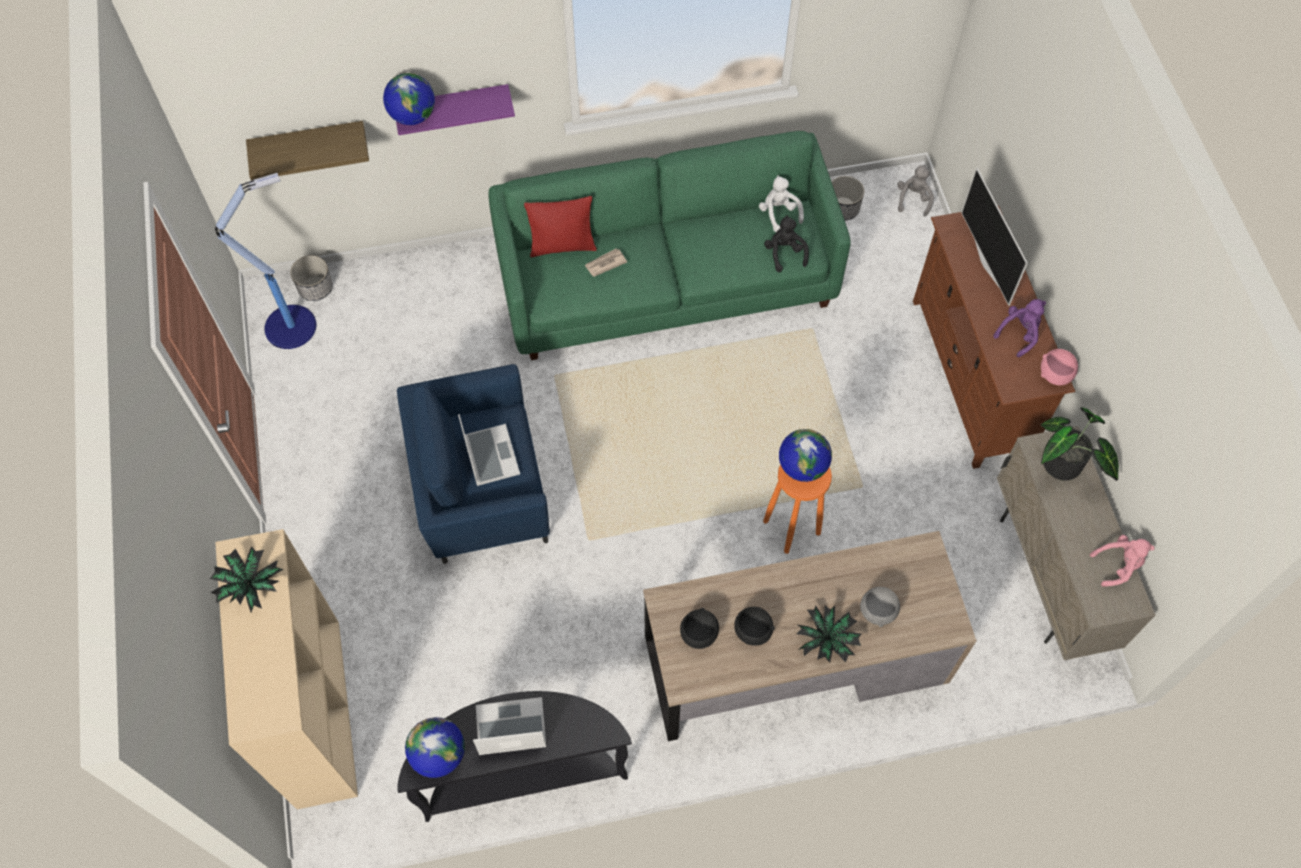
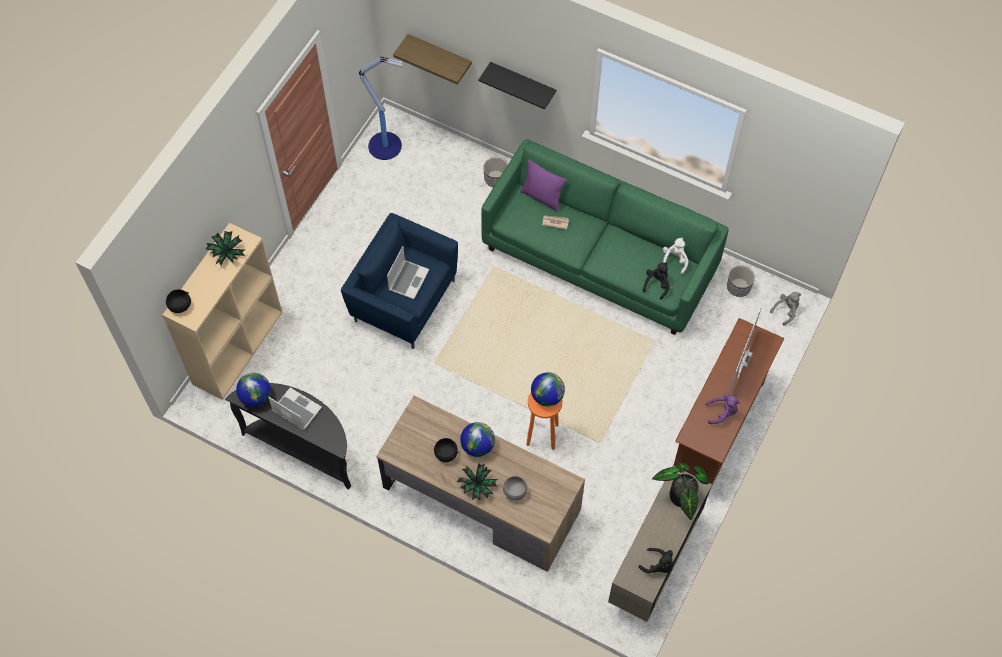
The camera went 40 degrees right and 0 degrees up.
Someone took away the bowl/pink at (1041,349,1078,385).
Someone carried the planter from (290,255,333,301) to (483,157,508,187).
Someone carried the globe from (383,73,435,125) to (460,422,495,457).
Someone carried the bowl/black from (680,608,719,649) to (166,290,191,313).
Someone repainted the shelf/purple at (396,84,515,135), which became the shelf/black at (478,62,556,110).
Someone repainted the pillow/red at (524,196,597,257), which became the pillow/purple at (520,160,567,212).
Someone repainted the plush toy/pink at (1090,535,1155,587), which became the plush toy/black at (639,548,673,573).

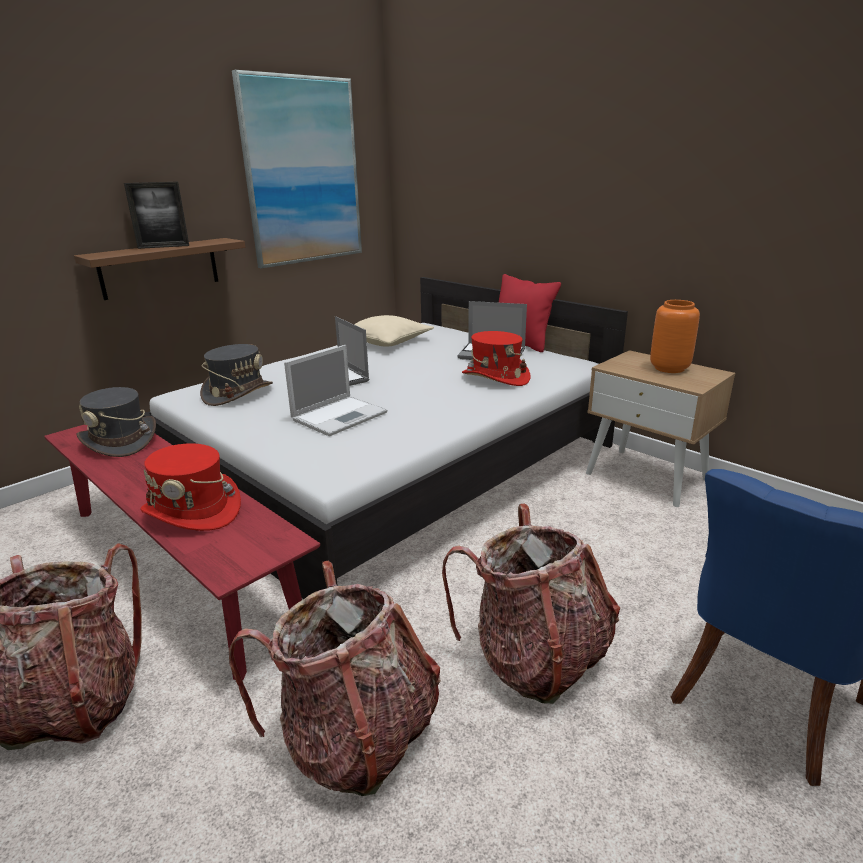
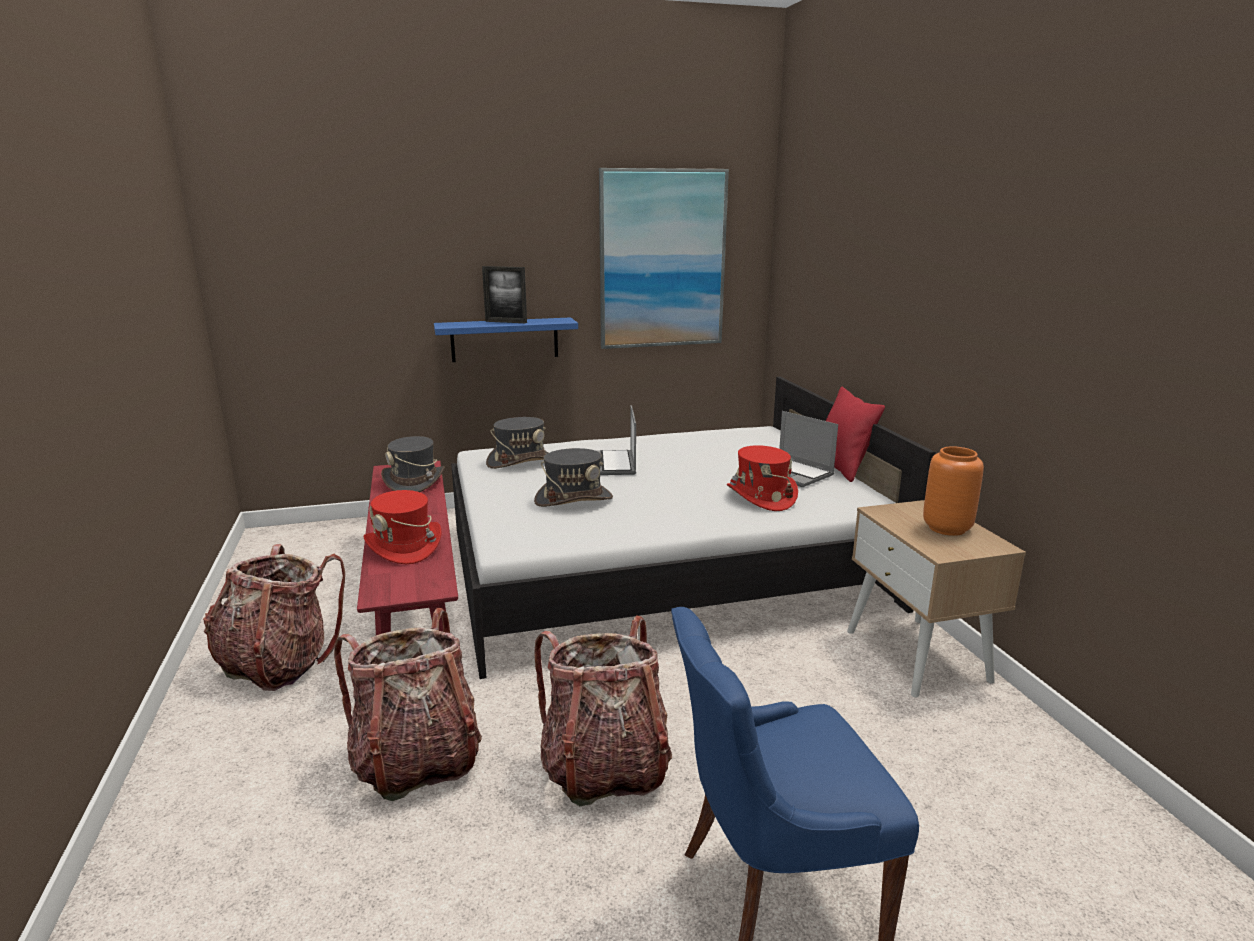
The camera went 30 degrees right and 5 degrees down.
Someone took away the pillow/beige at (354,315,434,347).
Someone swapped the laptop at (284,345,387,436) for the hat/grey at (534,448,613,507).
Someone repainted the shelf/brown at (74,238,245,300), which became the shelf/blue at (434,317,578,362).

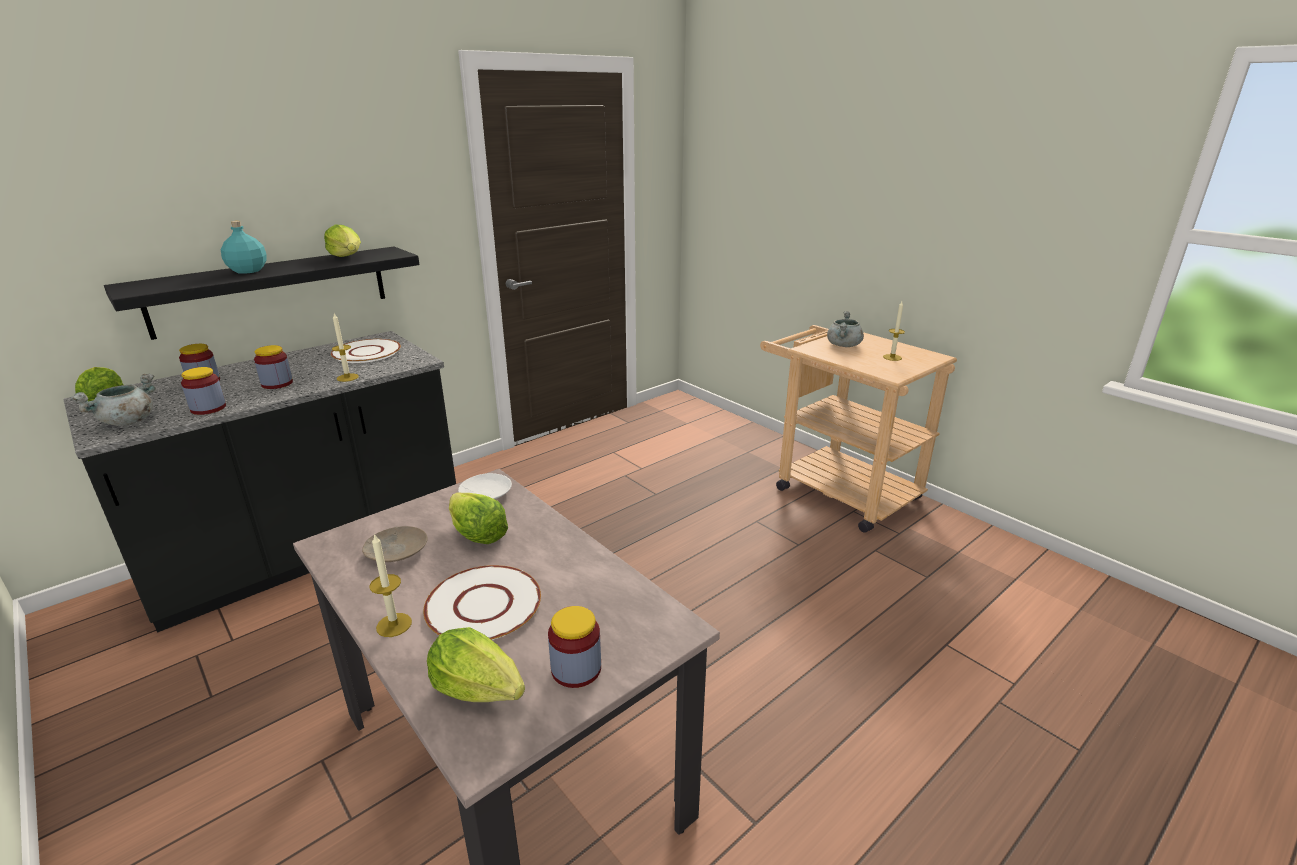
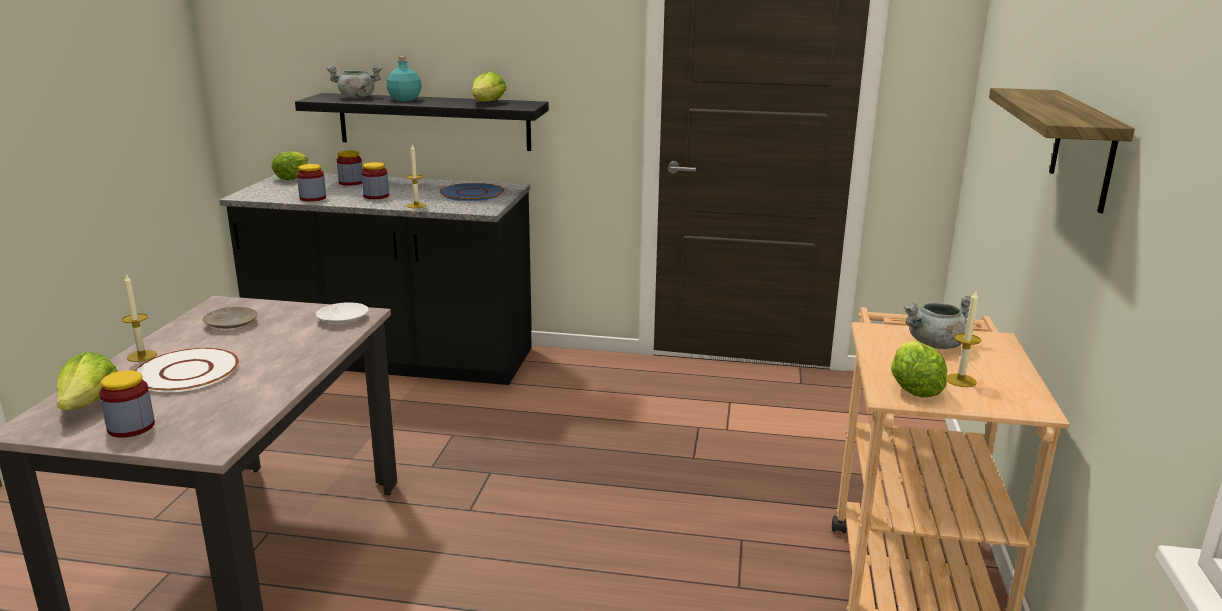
The camera went 50 degrees right and 5 degrees down.
Someone put up the shelf at (989,88,1135,213).
Someone carried the cooking pot/grey from (70,374,156,426) to (327,65,382,98).
Someone carried the lettuce from (449,493,508,544) to (891,341,947,398).
Someone repainted the plate/white at (331,339,401,363), which became the plate/blue at (440,183,504,201).

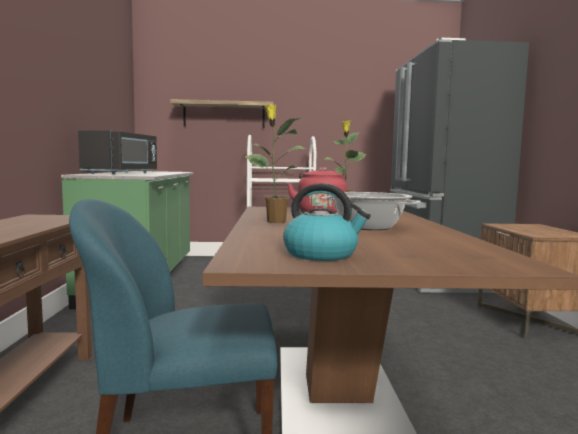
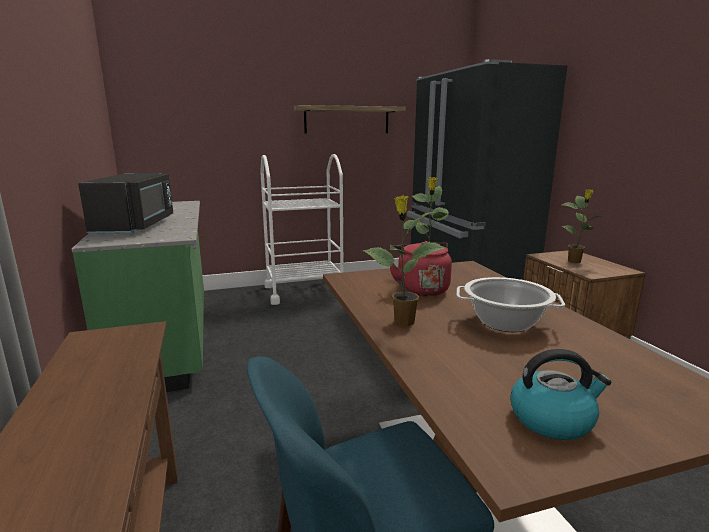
The camera went 15 degrees left and 10 degrees up.
Someone put down the potted plant at (562,189,604,263).
Someone carried the shelf from (170,99,274,128) to (294,105,406,133).

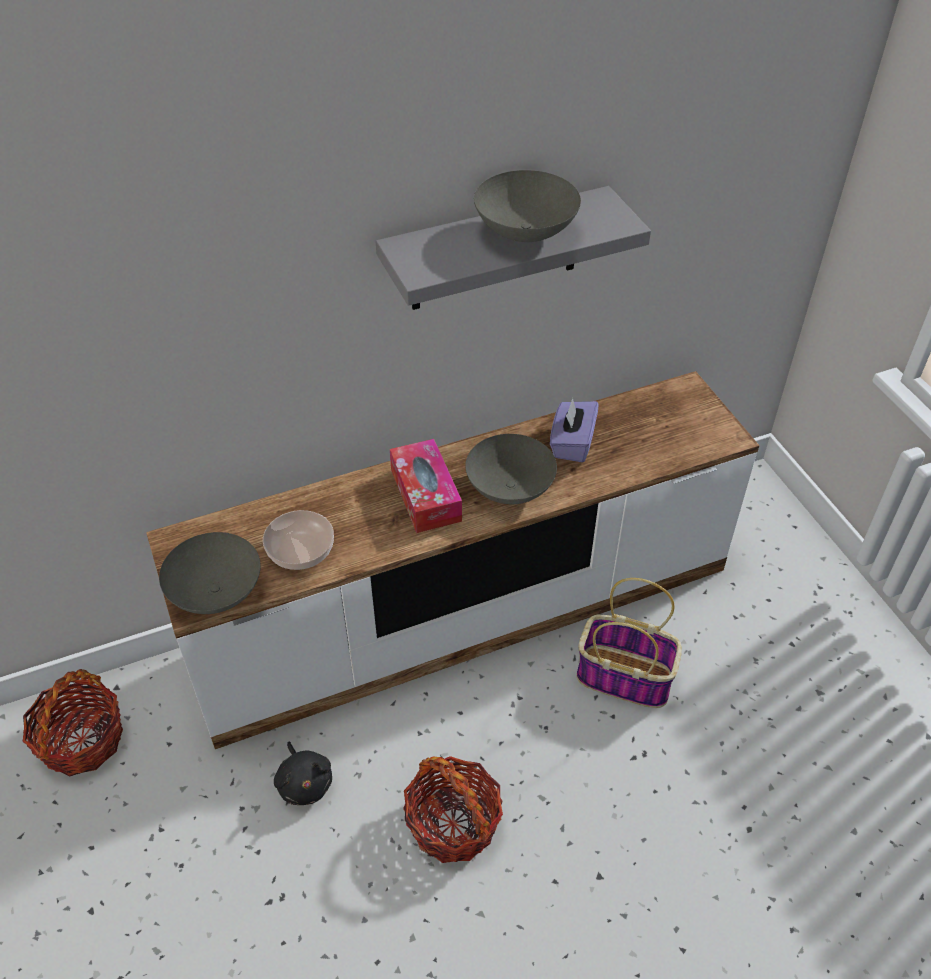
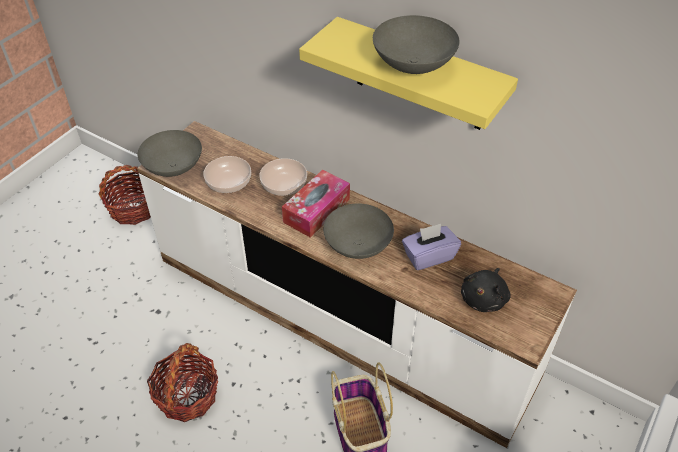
The camera went 55 degrees right and 0 degrees up.
Someone put down the bowl at (259,158,307,196).
Someone carried the plush toy/black from (274,742,332,805) to (461,268,511,312).
Someone repainted the shelf/grey at (376,186,651,310), which became the shelf/yellow at (299,17,518,130).

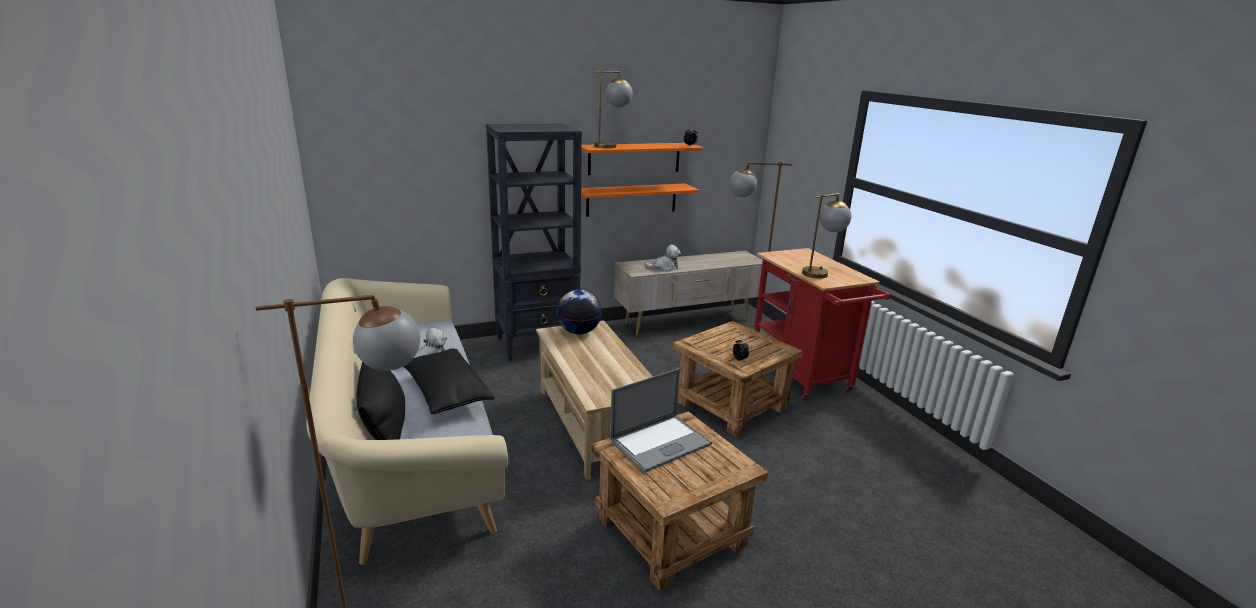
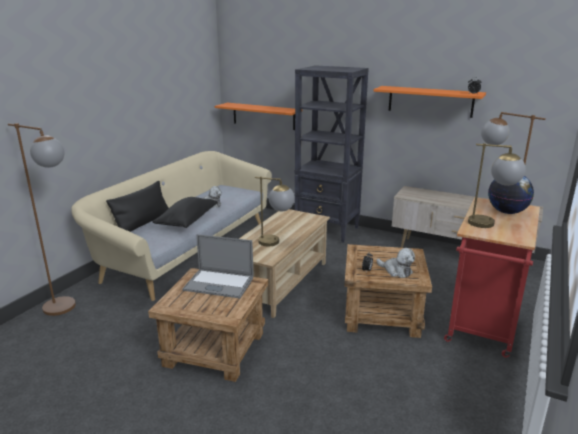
The camera went 50 degrees right and 0 degrees up.
Someone carried the globe from (557,290,602,334) to (488,176,534,214).
Someone carried the shelf/orange from (581,183,700,217) to (215,103,302,130).
Someone carried the table lamp from (594,70,633,148) to (255,176,295,246).
Someone carried the plush toy from (644,245,681,272) to (376,248,415,278).

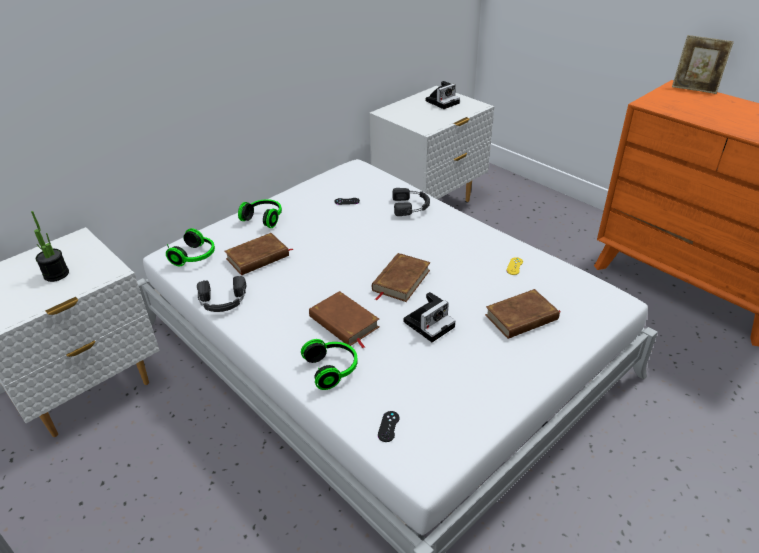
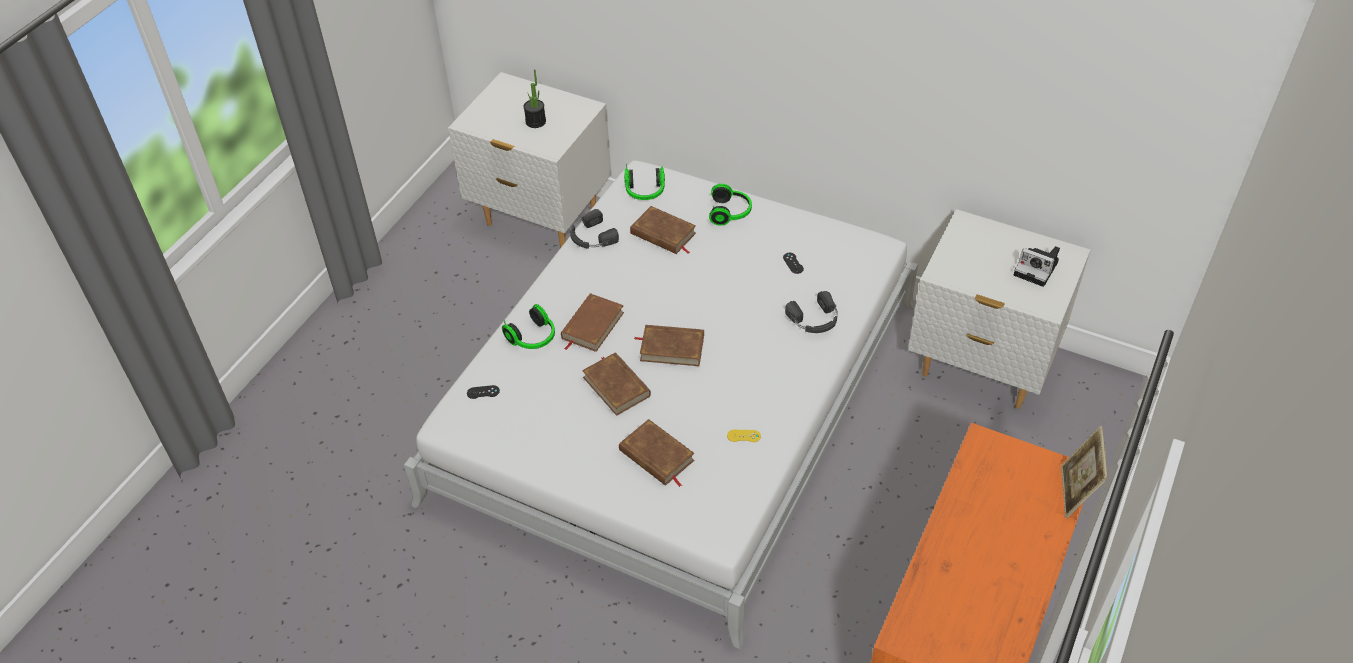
The camera went 70 degrees right and 10 degrees up.
Someone swapped the photo camera at (404,292,456,342) for the book/brown at (582,352,651,416).

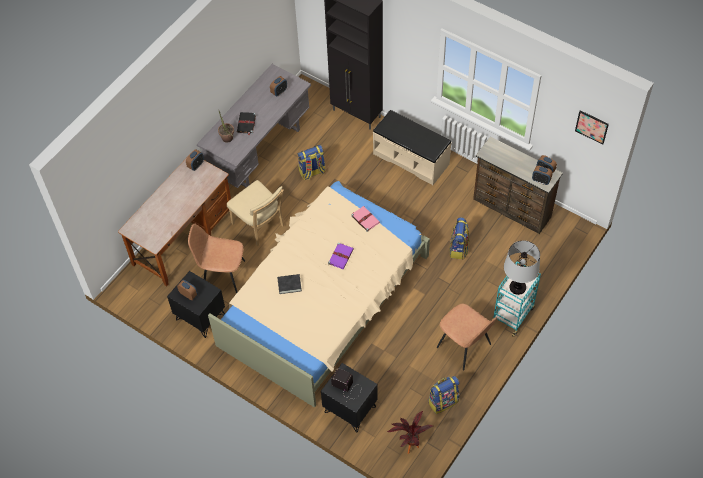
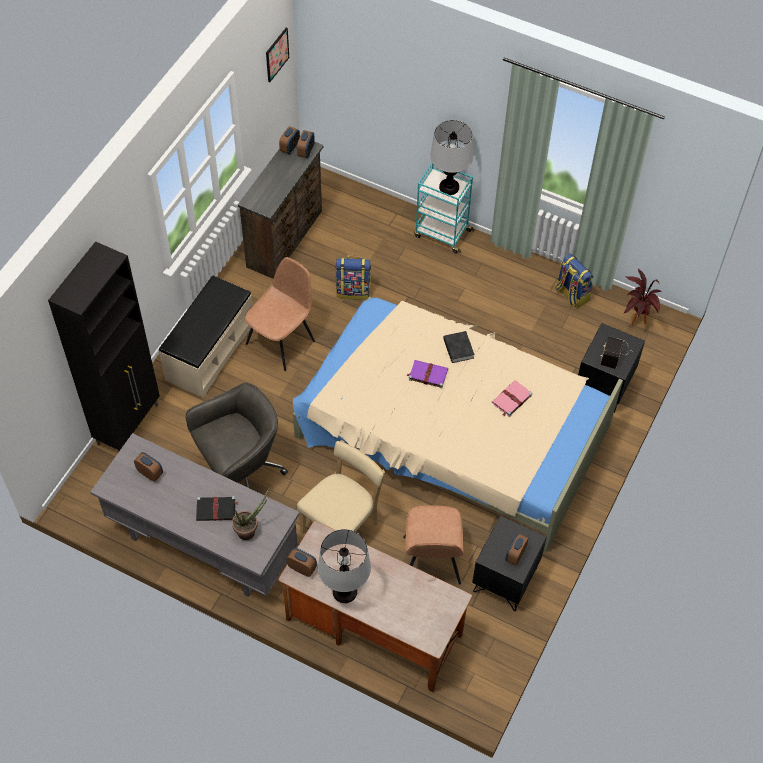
The camera went 100 degrees left and 0 degrees up.
Someone put down the table lamp at (318,529,371,603).
Someone carried the book/black from (277,274,302,294) to (443,331,475,363).
Someone carried the book/pink from (351,206,380,232) to (492,380,532,417).
Someone carried the chair/brown from (437,303,497,370) to (245,257,315,371).
Someone swapped the backpack at (298,145,326,180) for the office chair/grey at (186,383,288,488).

